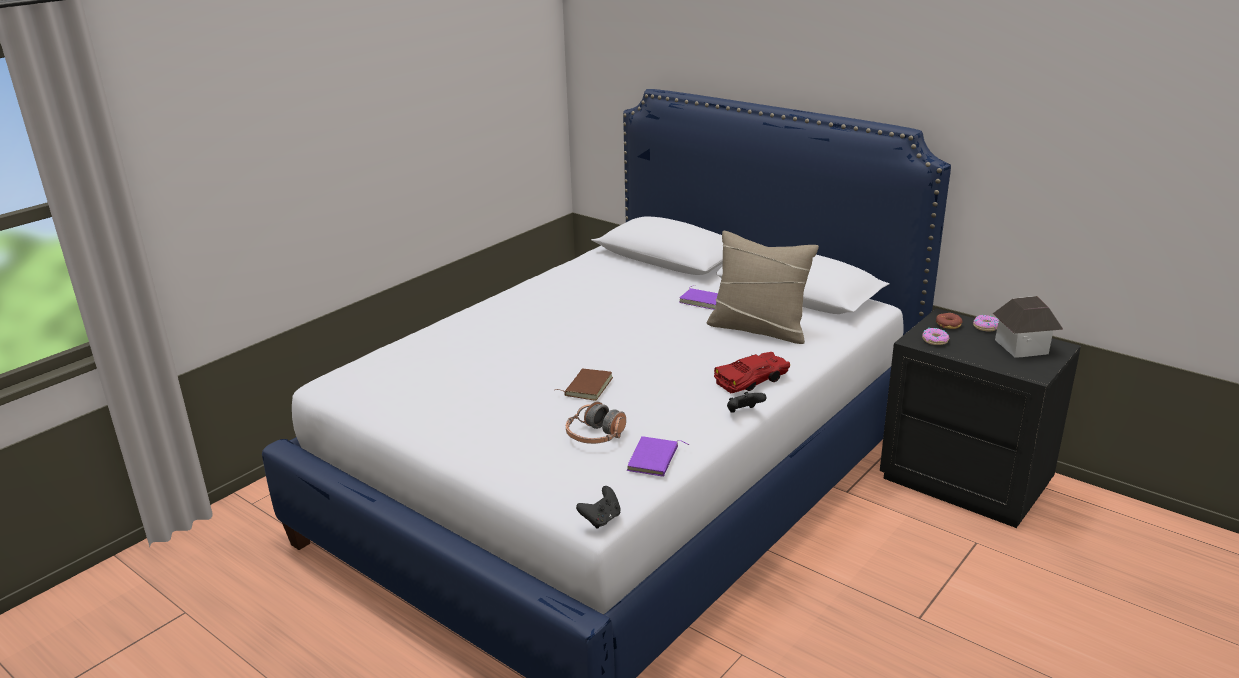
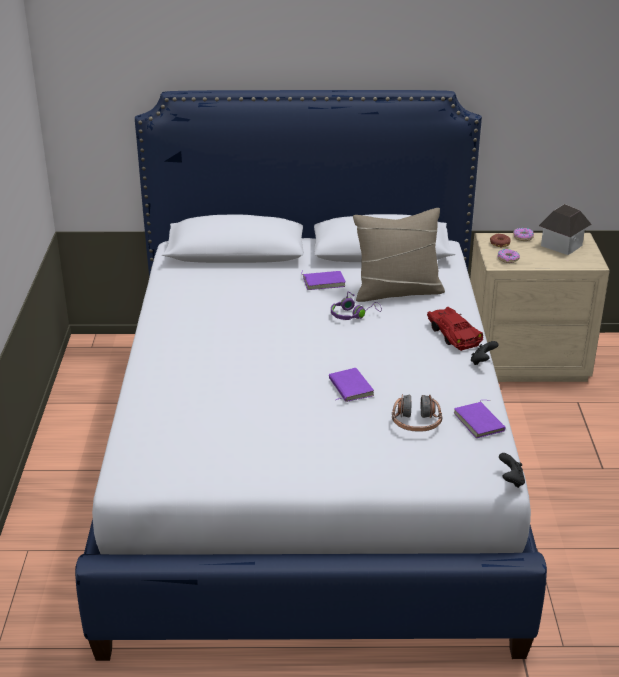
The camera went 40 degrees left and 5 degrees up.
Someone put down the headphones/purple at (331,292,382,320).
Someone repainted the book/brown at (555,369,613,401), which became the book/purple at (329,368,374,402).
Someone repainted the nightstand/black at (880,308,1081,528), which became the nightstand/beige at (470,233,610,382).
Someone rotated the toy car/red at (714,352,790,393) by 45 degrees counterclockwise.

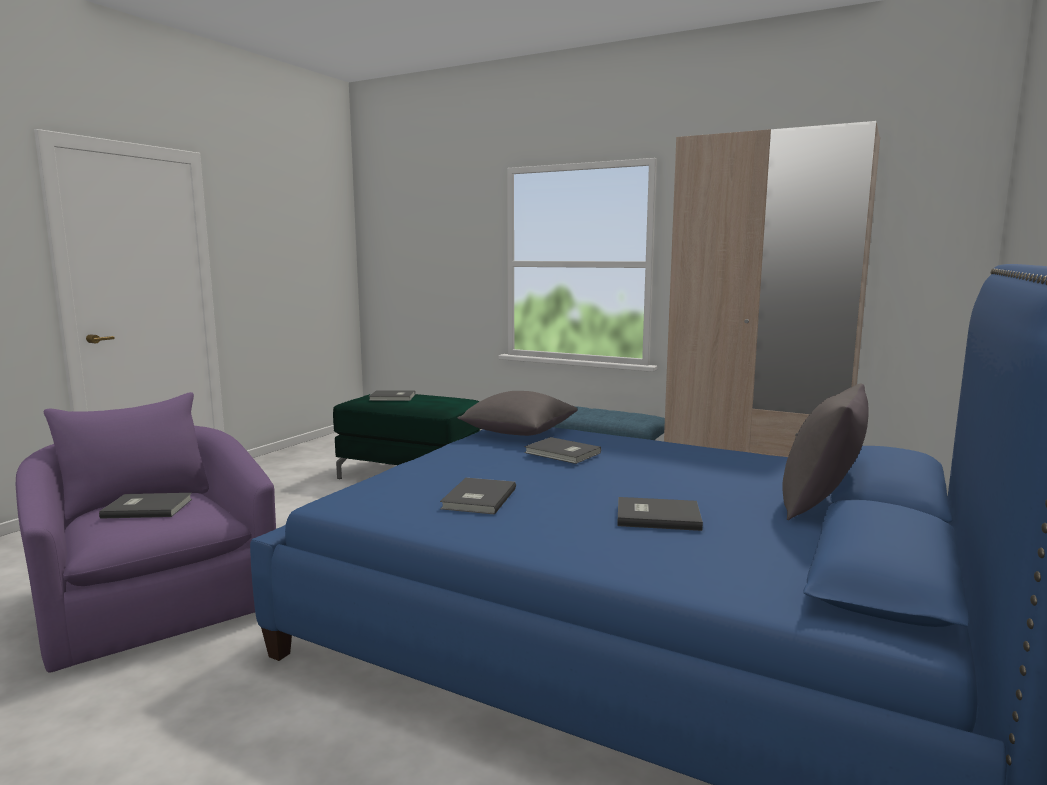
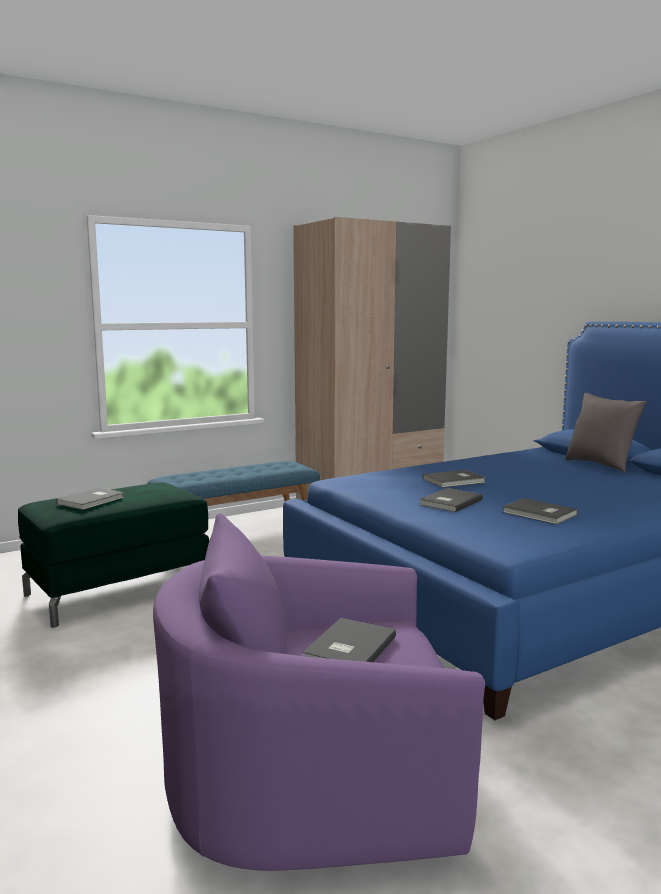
The camera went 60 degrees left and 0 degrees up.
Someone took away the pillow/grey at (457,391,577,436).
Someone carried the book/grey from (617,497,703,531) to (419,488,483,512).

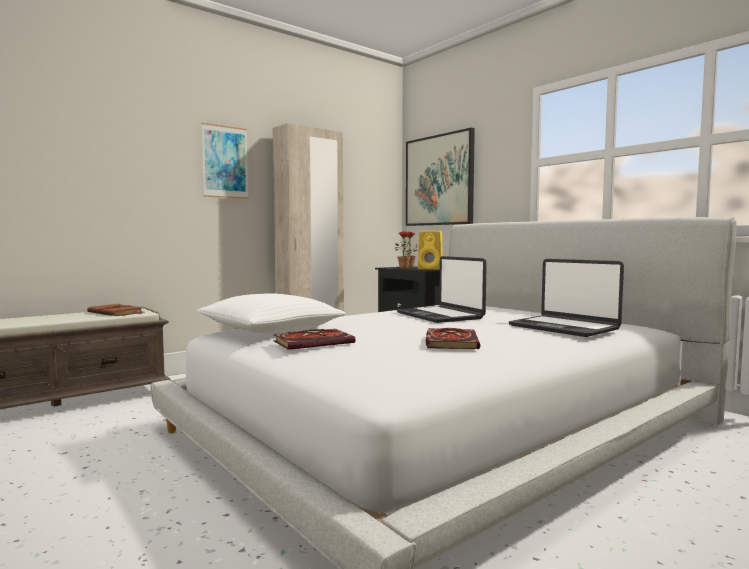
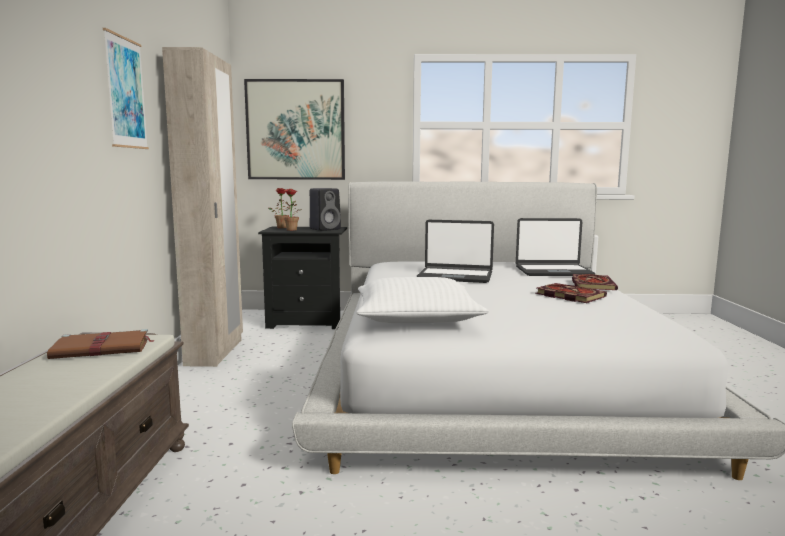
The camera went 50 degrees left and 5 degrees up.
Someone carried the book from (273,329,355,350) to (572,274,618,290).
Someone repainted the speaker/yellow at (418,231,442,270), which became the speaker/black at (310,188,341,231).

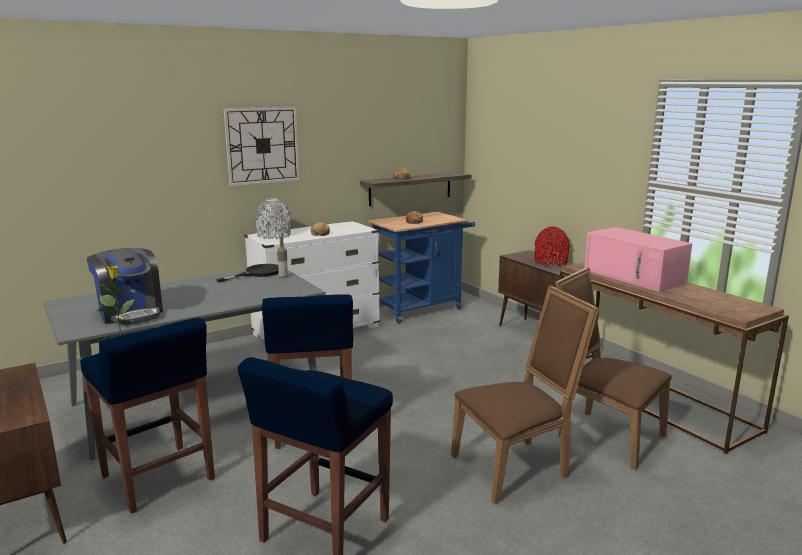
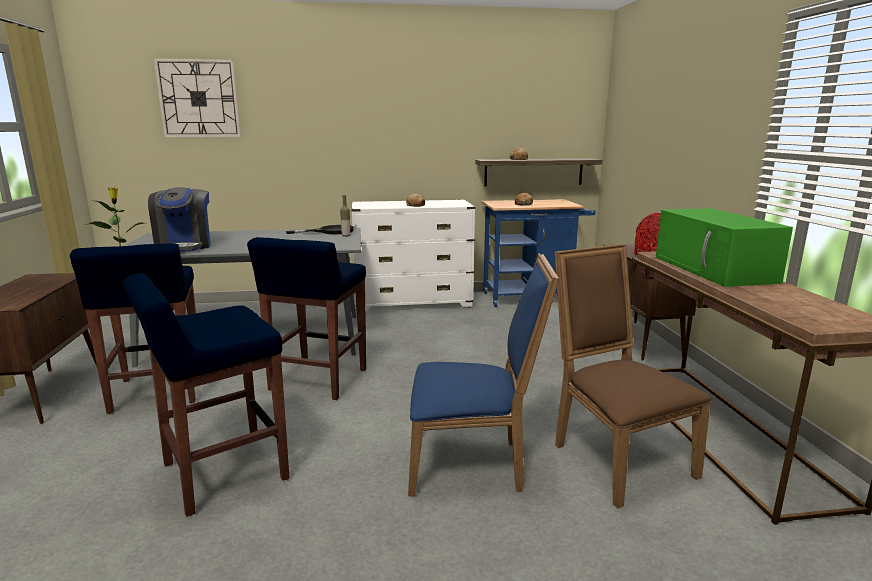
The camera went 25 degrees right and 0 degrees up.
Someone took away the vase/grey at (256,198,291,239).
Someone carried the wall clock from (223,107,300,186) to (154,58,241,137).
Someone repainted the chair/brown at (451,286,599,504), which became the chair/blue at (408,253,559,496).
Someone repainted the microwave/pink at (584,227,692,292), which became the microwave/green at (656,208,793,287).

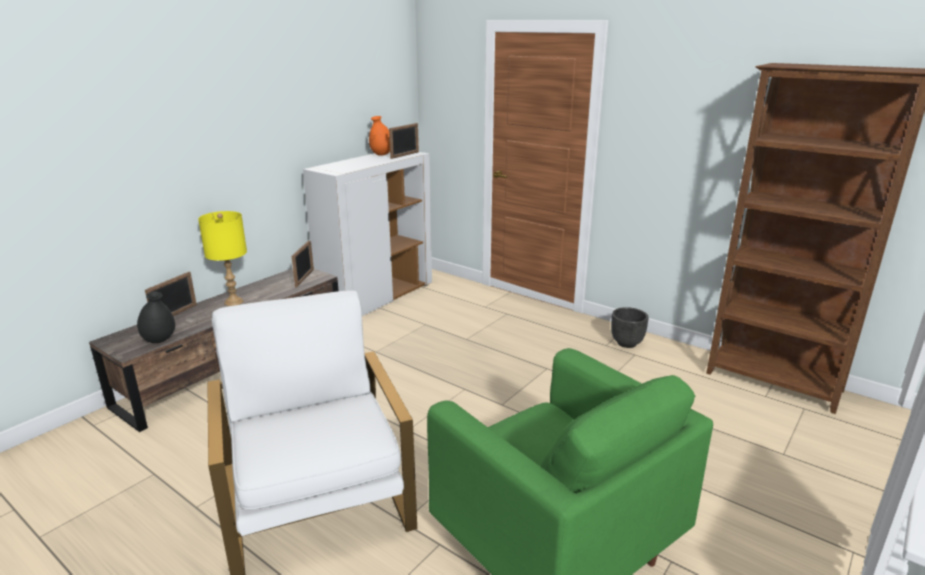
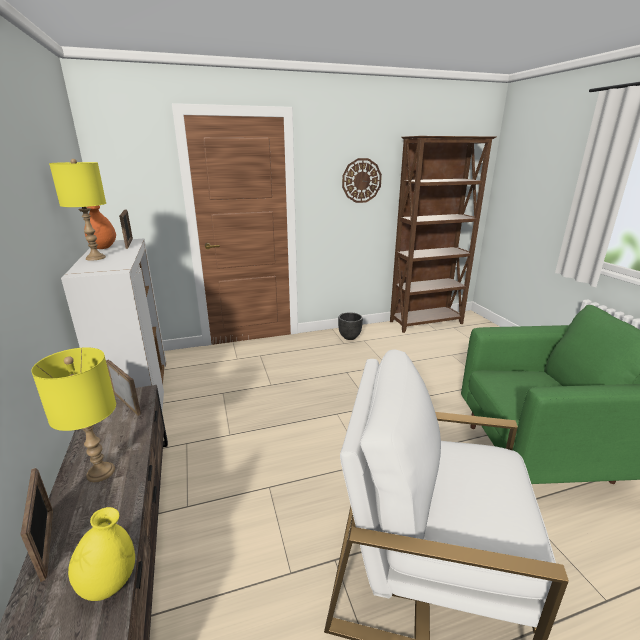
The camera went 55 degrees left and 0 degrees up.
Someone put down the table lamp/yellow at (49,159,106,260).
Someone put up the wall clock at (342,158,382,203).
Someone repainted the vase/black at (137,292,175,343), which became the vase/yellow at (68,507,135,601).

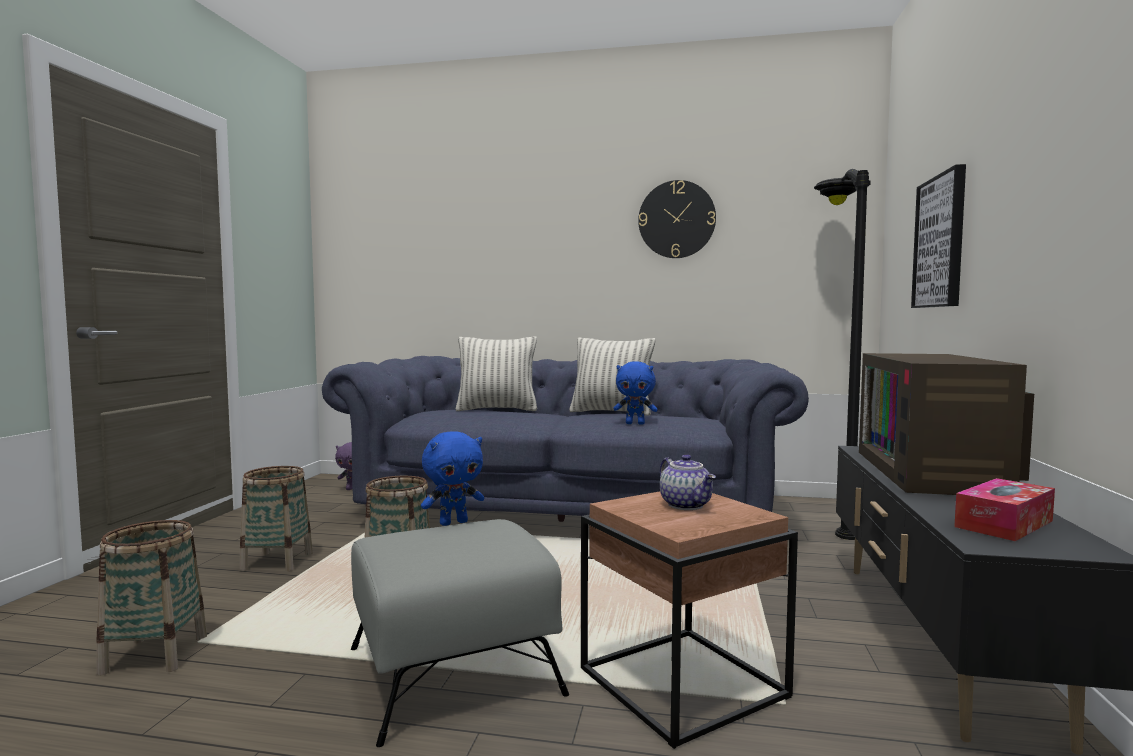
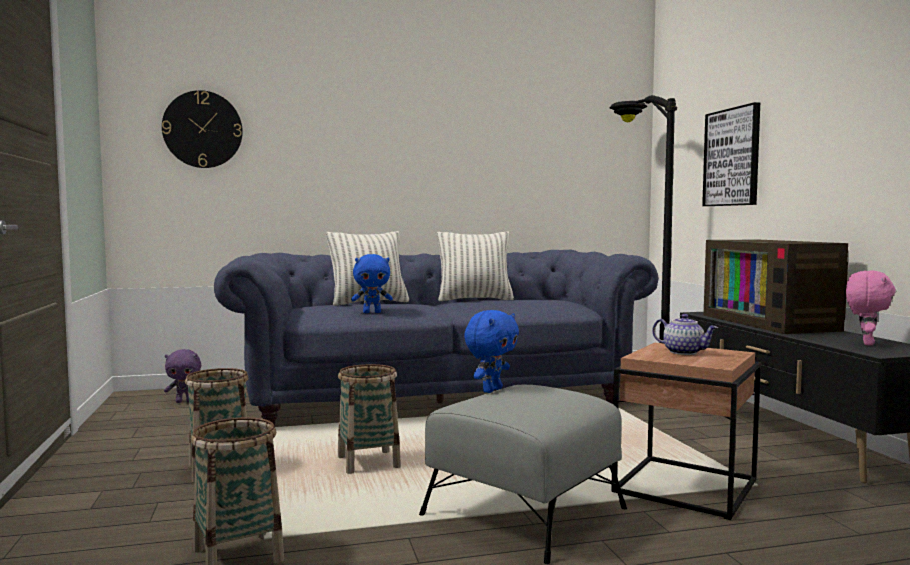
The camera went 25 degrees left and 0 degrees up.
Someone carried the plush toy/blue from (613,361,658,425) to (351,254,393,313).
Someone carried the wall clock from (638,180,716,258) to (162,90,243,168).
Someone swapped the tissue box at (954,478,1055,541) for the plush toy/pink at (846,271,896,346).

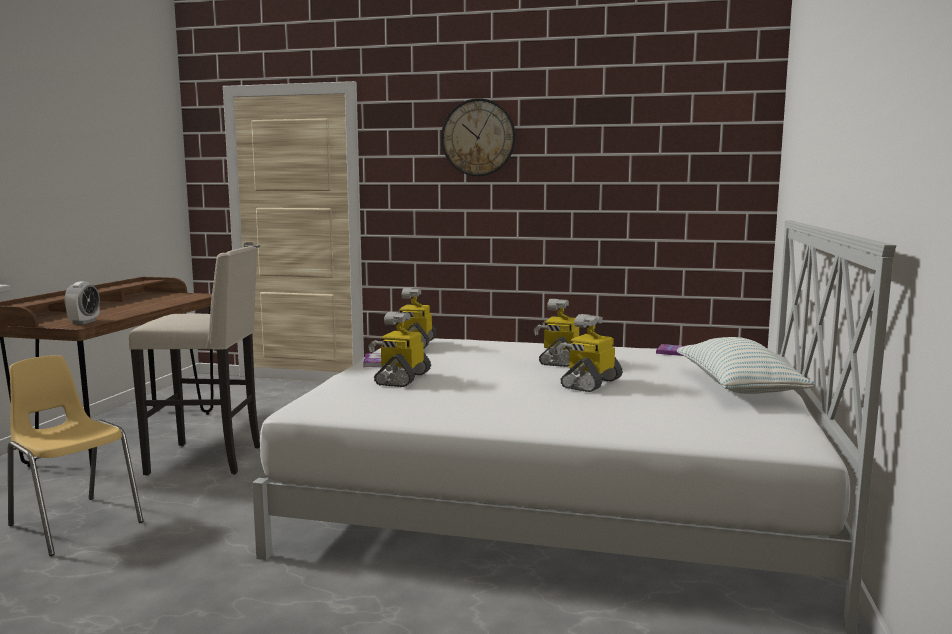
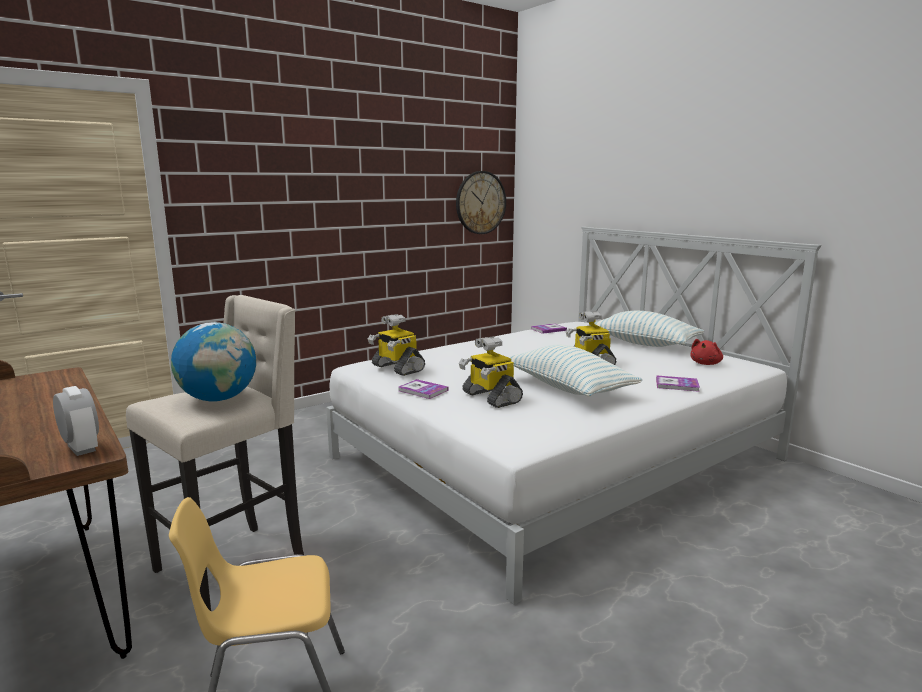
The camera went 50 degrees left and 5 degrees up.
Someone took away the toy robot at (534,299,579,367).
Someone put down the globe at (171,322,256,401).
Someone put down the pillow at (508,345,642,397).
Someone put down the book at (656,375,700,392).
Someone put down the plush toy/red at (690,339,723,365).
Someone carried the wall clock from (441,98,516,176) to (456,171,506,234).

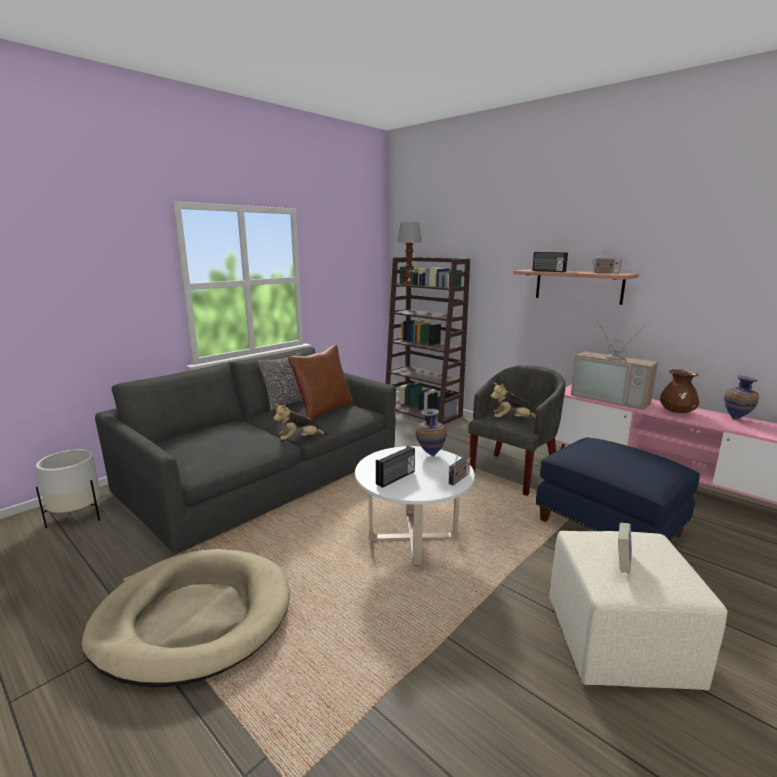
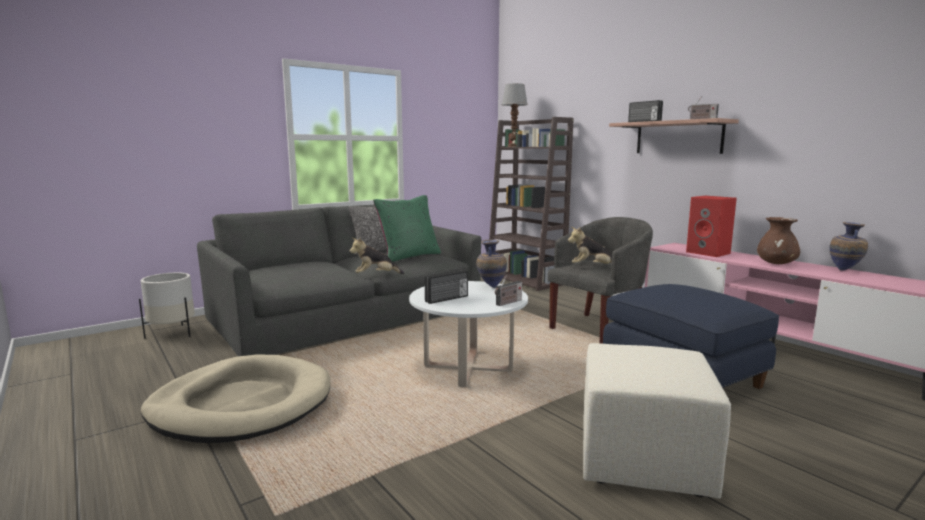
The camera went 10 degrees right and 5 degrees down.
Someone took away the book at (618,523,632,573).
Someone swapped the television at (571,320,658,410) for the speaker/red at (686,196,737,257).
Someone repainted the pillow/brown at (288,345,354,419), which became the pillow/green at (373,195,441,262).

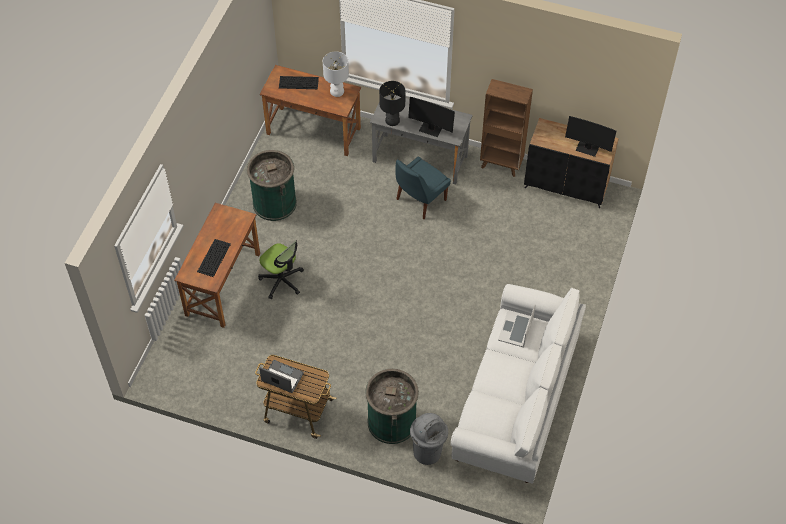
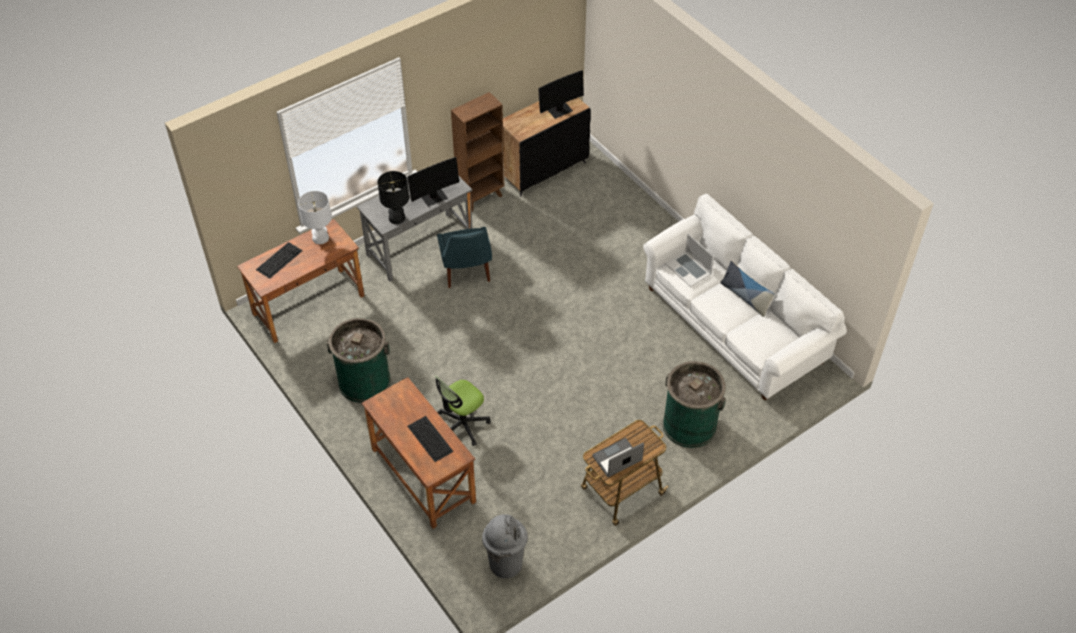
The camera went 55 degrees left and 5 degrees down.
Someone put down the pillow at (720,260,775,317).
Someone carried the trash can/grey from (410,413,448,465) to (482,514,528,578).
Someone rotated the office chair at (258,240,304,299) by 150 degrees clockwise.

